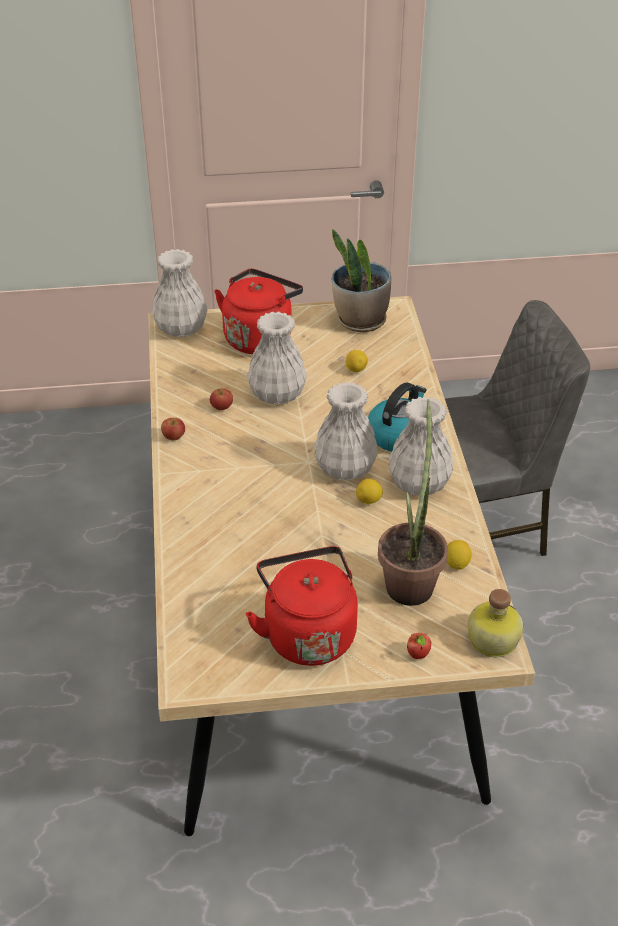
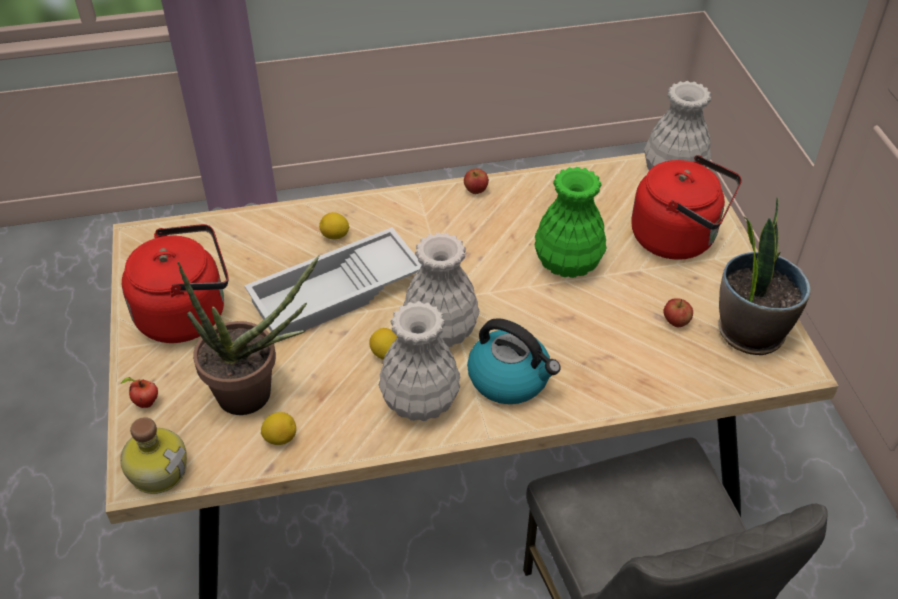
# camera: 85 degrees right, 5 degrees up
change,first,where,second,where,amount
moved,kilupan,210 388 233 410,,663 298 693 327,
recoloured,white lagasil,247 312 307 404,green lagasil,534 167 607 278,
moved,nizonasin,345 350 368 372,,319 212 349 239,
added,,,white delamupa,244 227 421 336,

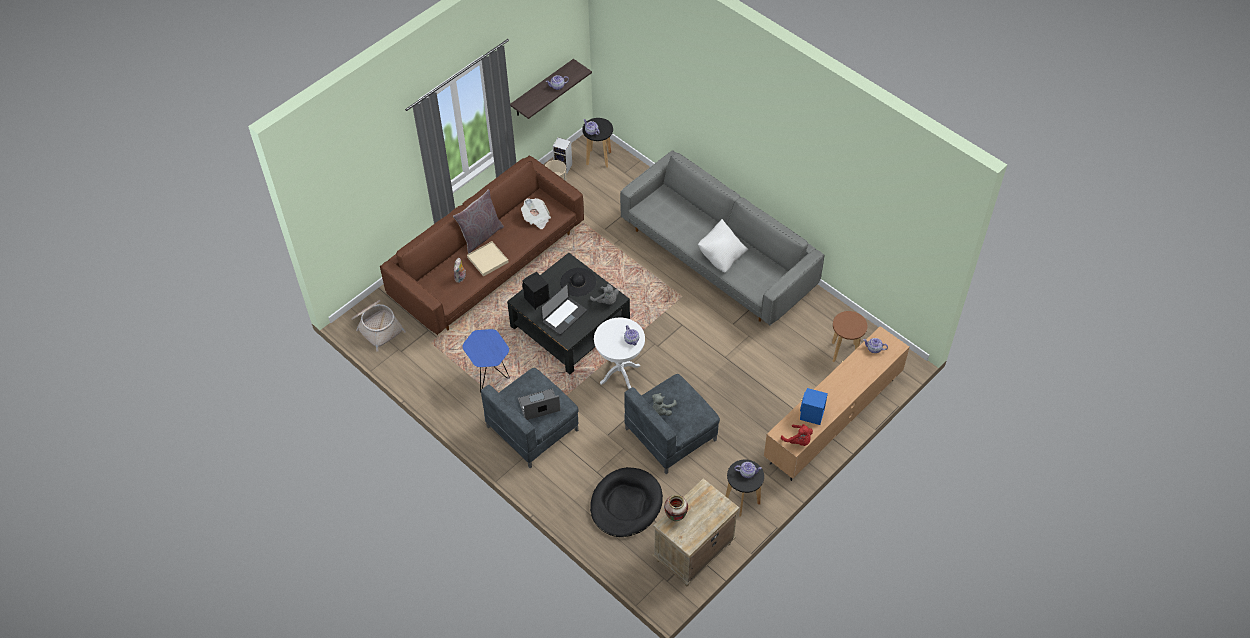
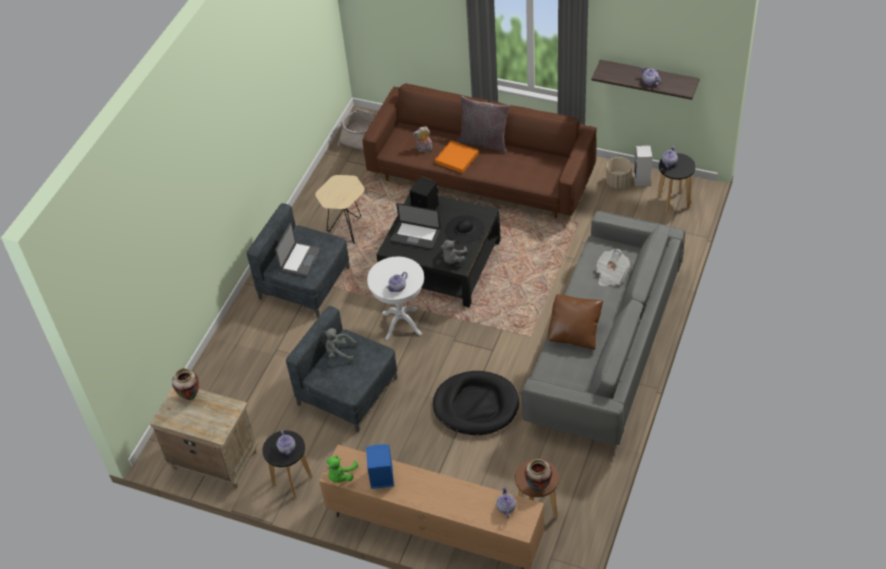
# camera: 70 degrees right, 5 degrees down
change,first,where,second,where,amount
recoloured,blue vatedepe,463 329 510 392,beige vatedepe,315 175 365 243,
recoloured,beige delamupa,467 241 509 277,orange delamupa,435 140 479 173,
turned,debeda,518 389 560 420,,275 223 321 277,60 degrees clockwise
moved,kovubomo,521 198 551 229,,596 249 630 286,
moved,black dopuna,590 467 663 537,,433 371 519 435,
recoloured,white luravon,698 219 748 272,brown luravon,548 294 604 350,
recoloured,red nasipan,781 424 813 446,green nasipan,326 455 358 483,
added,,,lagasil,524 459 552 491,

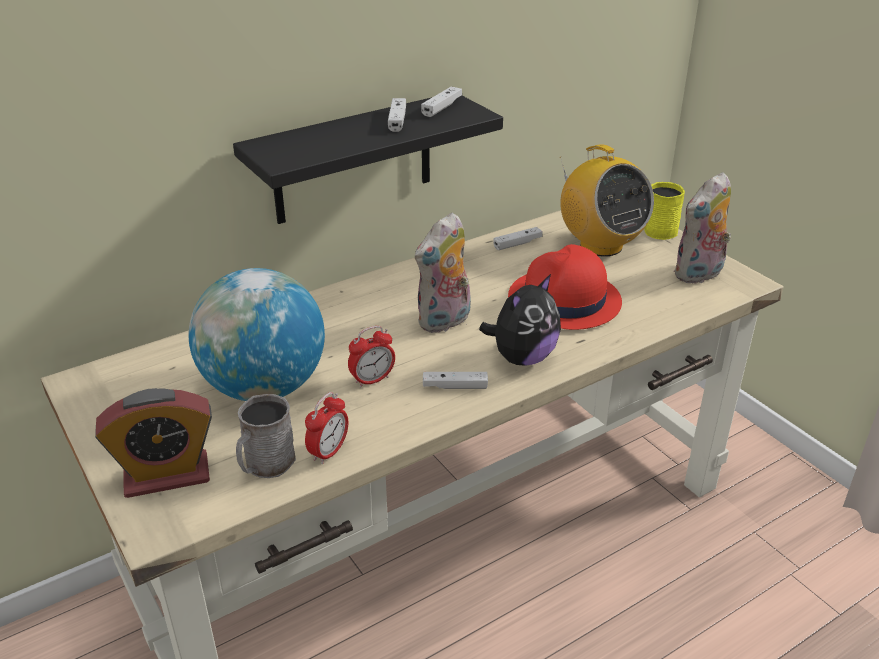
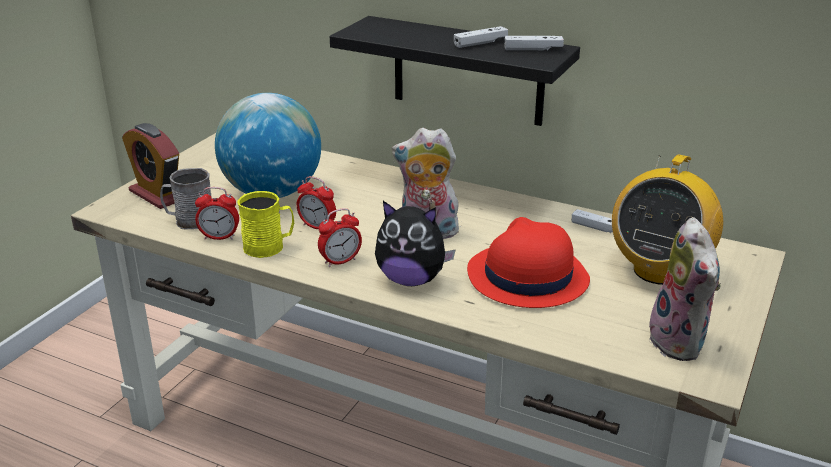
# camera: 60 degrees right, 5 degrees down
change,first,where,second,where,amount
replaced,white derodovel,423 372 488 389,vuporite,318 208 362 267,
moved,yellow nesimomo,644 182 685 240,,237 191 294 258,
turned,nasipan,673 172 731 284,,649 217 721 361,120 degrees counterclockwise

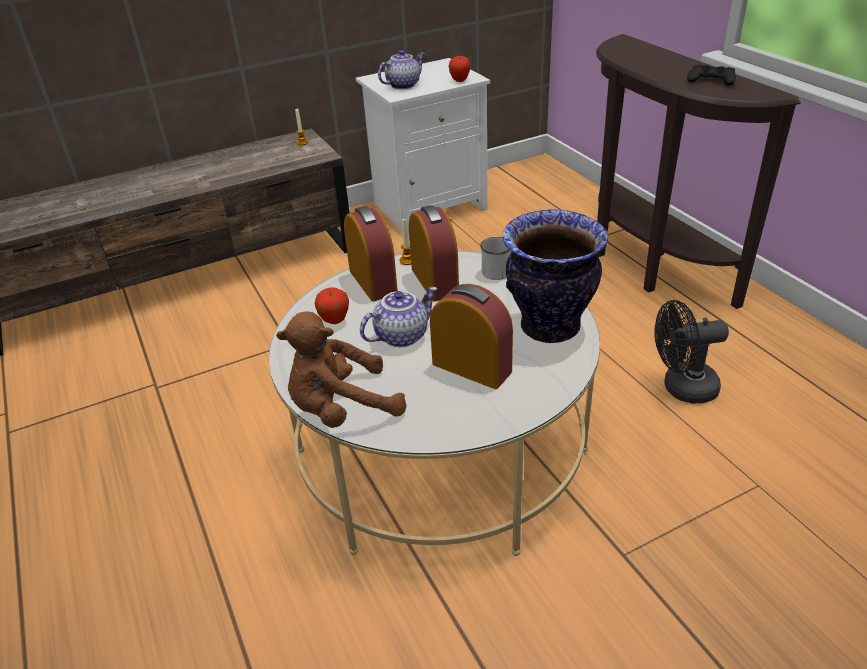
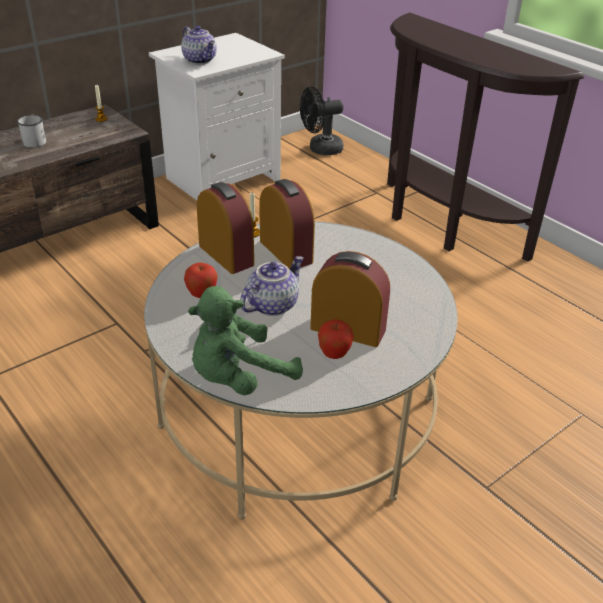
# camera: 15 degrees left, 0 degrees up
change,first,where,second,where,amount
recoloured,brown nasipan,276 311 406 428,green nasipan,188 286 303 395,
turned,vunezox,378 50 425 89,,181 26 217 64,105 degrees clockwise
moved,kilupan,449 55 470 82,,318 320 354 359,
moved,white nesimomo,480 237 512 280,,17 115 46 148,
removed,lagasil,502 210 608 343,,,
moved,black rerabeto,654 300 729 403,,300 86 343 155,
removed,black derodovel,687 65 736 86,,,

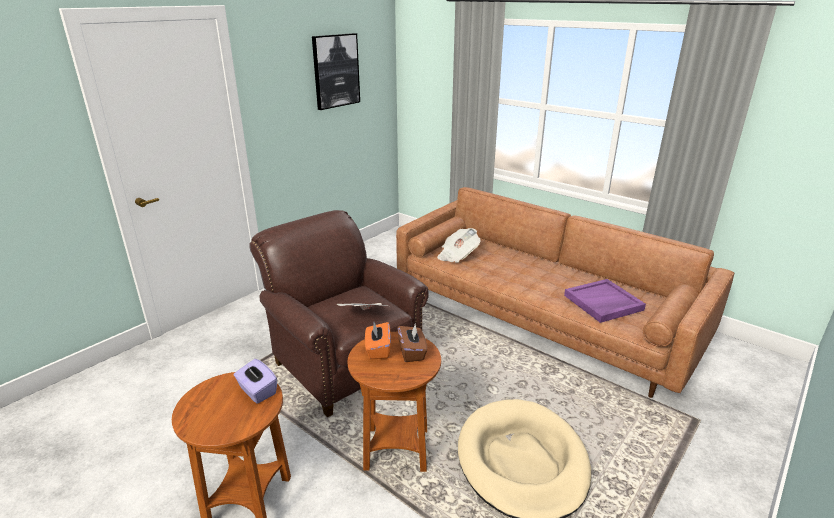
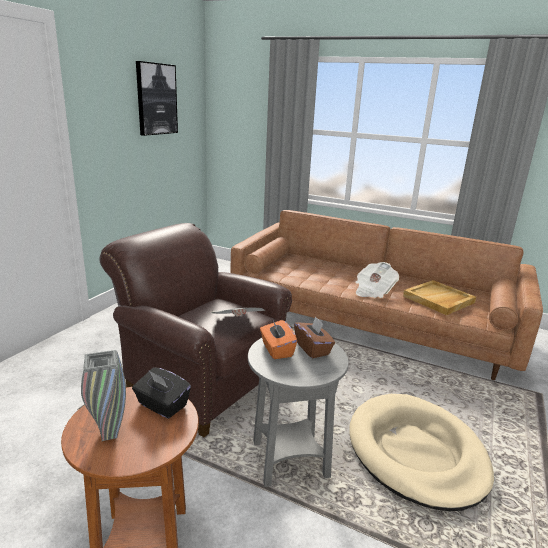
# camera: 15 degrees left, 5 degrees down
change,first,where,second,where,amount
recoloured,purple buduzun,234 359 277 404,black buduzun,132 367 191 419,
recoloured,brown vatedepe,347 332 441 472,grey vatedepe,248 331 349 487,
moved,kovubomo,437 228 480 263,,355 262 399 298,
recoloured,purple delamupa,564 279 646 323,beige delamupa,403 280 476 315,
added,,,grey lagasil,81 350 126 441,

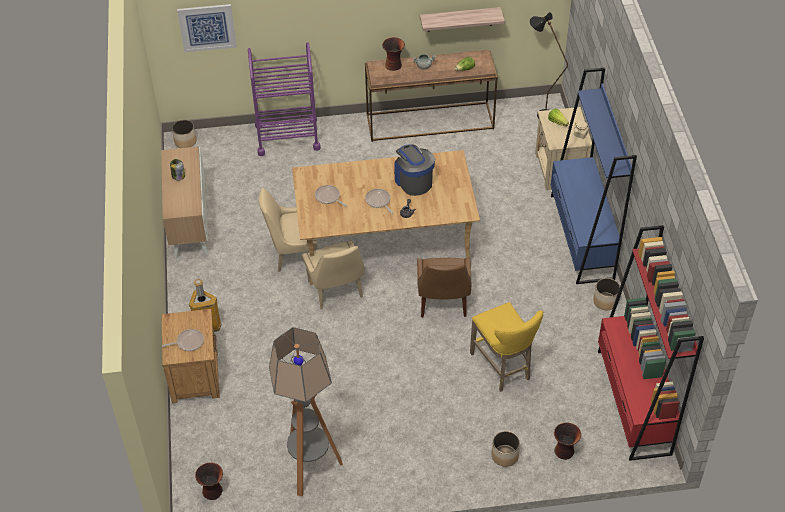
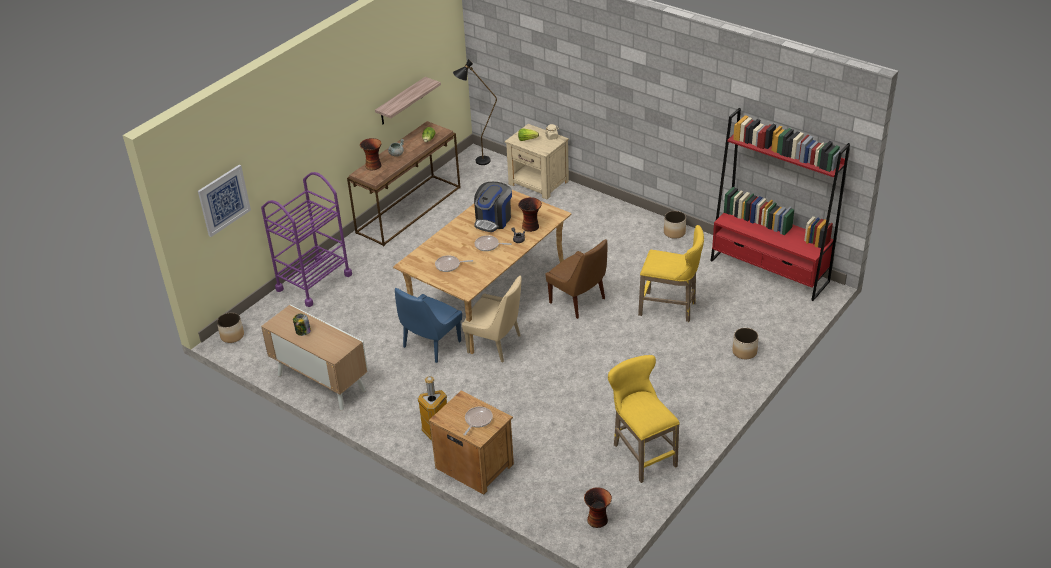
# camera: 45 degrees left, 10 degrees down
change,first,where,second,where,amount
recoloured,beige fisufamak,259 188 318 272,blue fisufamak,395 288 462 363,
replaced,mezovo,269 327 343 496,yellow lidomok,608 355 680 483,
turned,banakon,394 144 435 196,,474 182 512 232,75 degrees counterclockwise
removed,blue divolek,551 67 637 284,,,
moved,lagasil,554 422 581 460,,518 197 542 232,

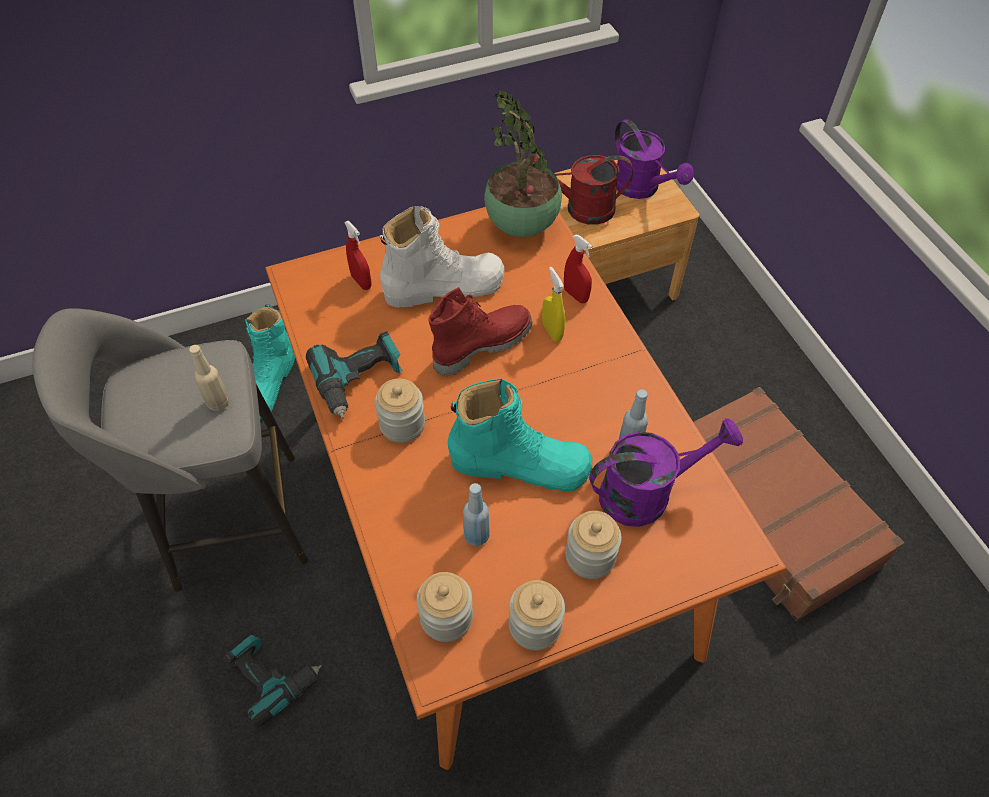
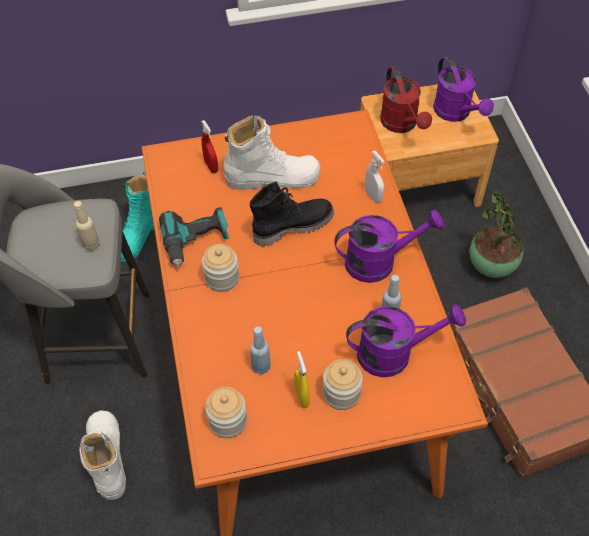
# camera: 10 degrees right, 0 degrees up
change,first,where,second,where,amount
replaced,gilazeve,225 635 322 727,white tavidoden,79 410 126 500,
recoloured,red tavidoden,428 287 532 376,black tavidoden,249 181 334 247,
removed,turquoise tavidoden,448 379 592 491,,,
moved,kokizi,484 91 562 237,,469 191 524 278,
removed,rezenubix,509 580 565 650,,,
turned,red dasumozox,533 155 633 225,,380 67 432 133,120 degrees counterclockwise
moved,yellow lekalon,542 267 565 342,,294 351 310 408,
recoloured,red lekalon,564 235 593 303,white lekalon,365 151 385 203,
added,,,purple dasumozox,334 210 444 283,

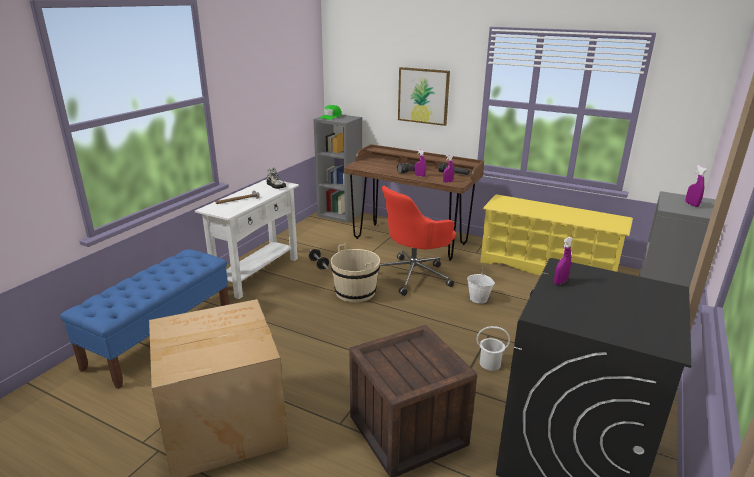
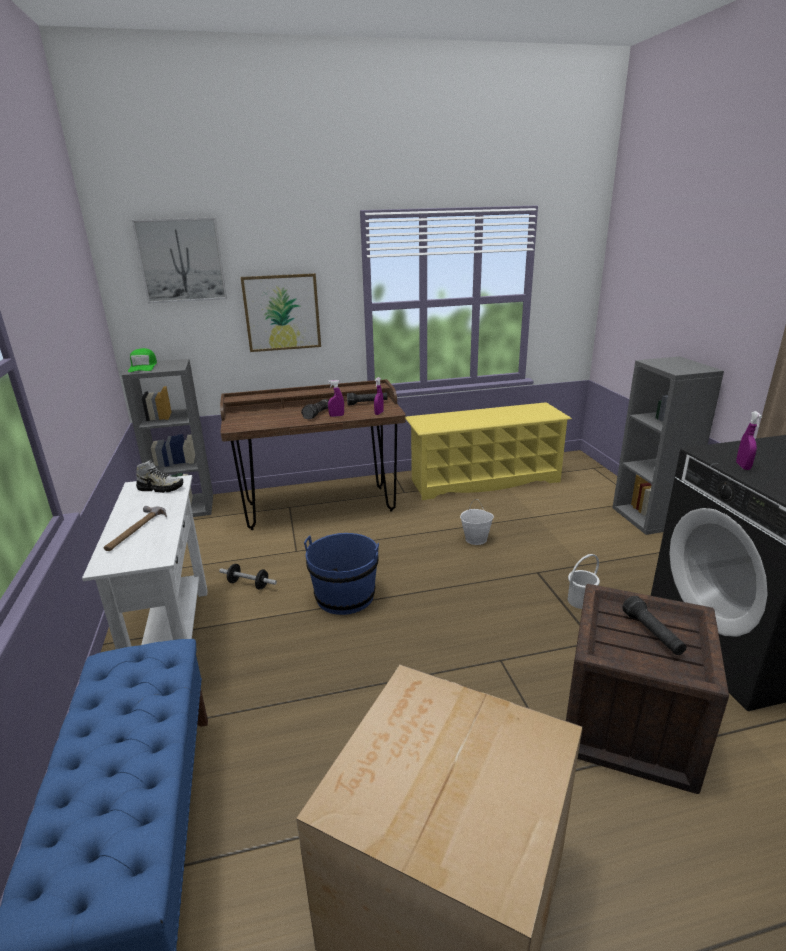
# camera: 40 degrees left, 0 degrees up
change,first,where,second,where,amount
recoloured,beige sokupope,331 244 380 302,blue sokupope,304 533 379 615,
removed,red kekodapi,378 186 456 296,,,
removed,purple lekalon,686 165 707 207,,,
added,,,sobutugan,132 218 227 303,
added,,,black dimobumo,622 596 686 655,

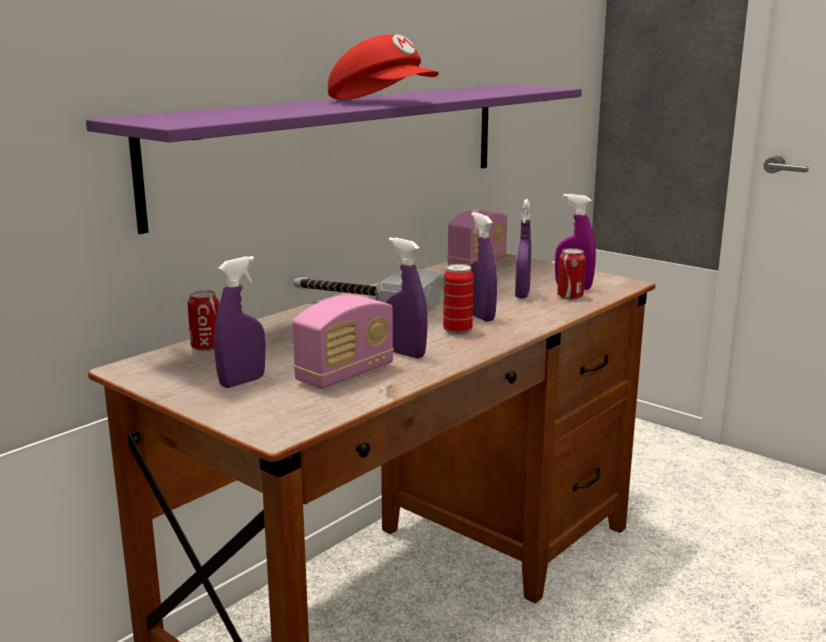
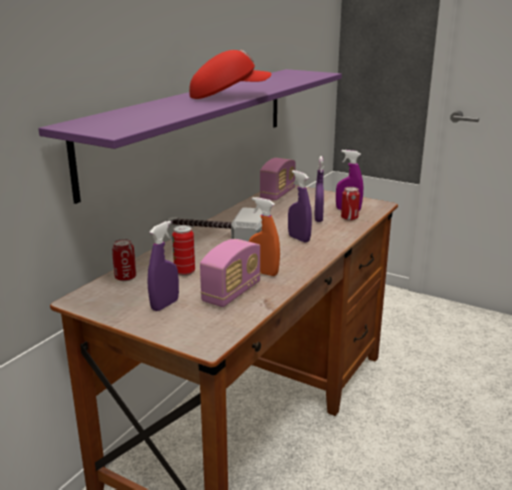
# camera: 10 degrees left, 5 degrees up
change,first,where,second,where,amount
turned,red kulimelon,328 35 439 100,,189 50 272 99,45 degrees counterclockwise
recoloured,purple lekalon,385 237 428 358,orange lekalon,249 197 280 276,
moved,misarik,443 264 474 335,,172 225 195 276,

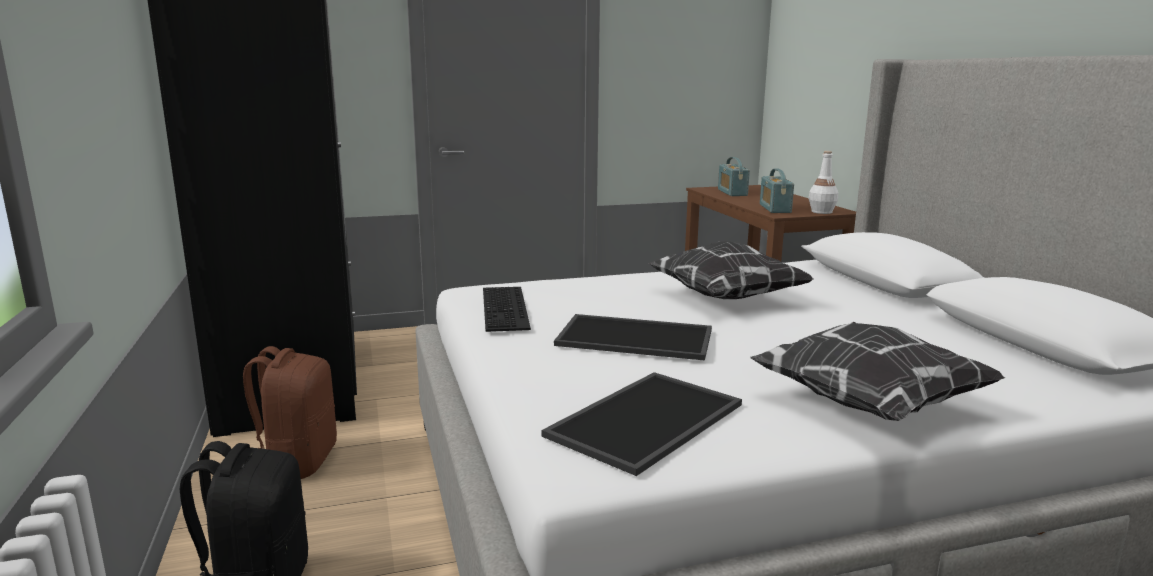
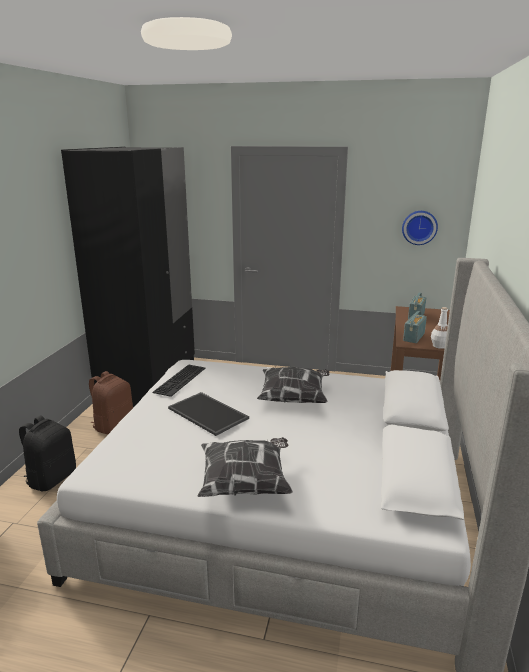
# camera: 30 degrees right, 5 degrees up
change,first,where,second,where,amount
removed,delamupa,541 372 742 476,,,
added,,,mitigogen,402 211 438 245,

